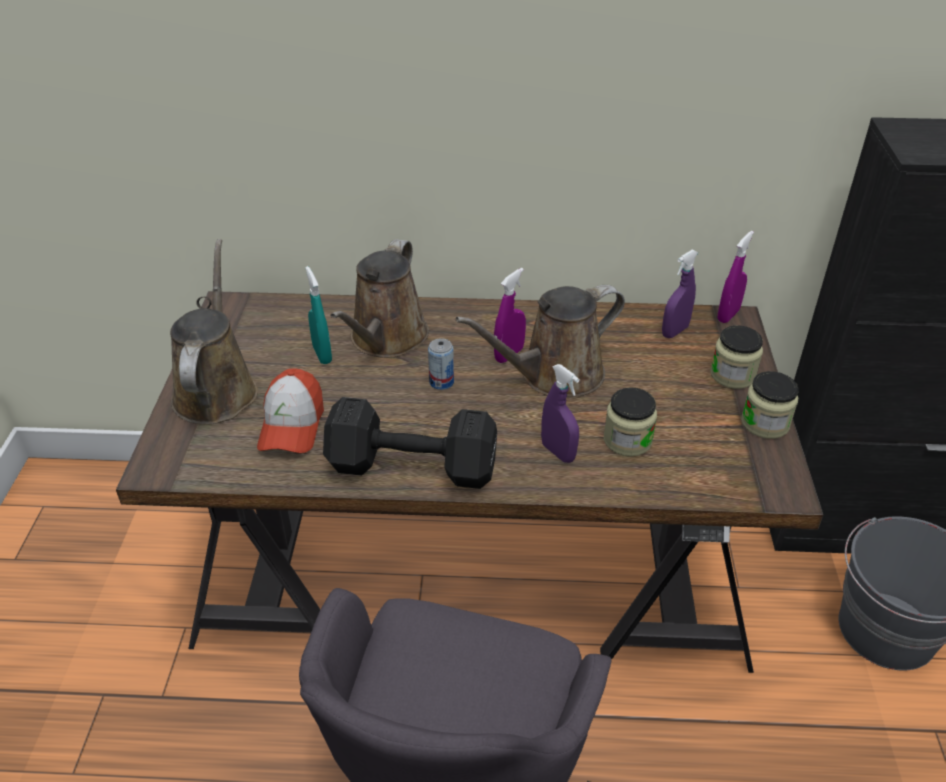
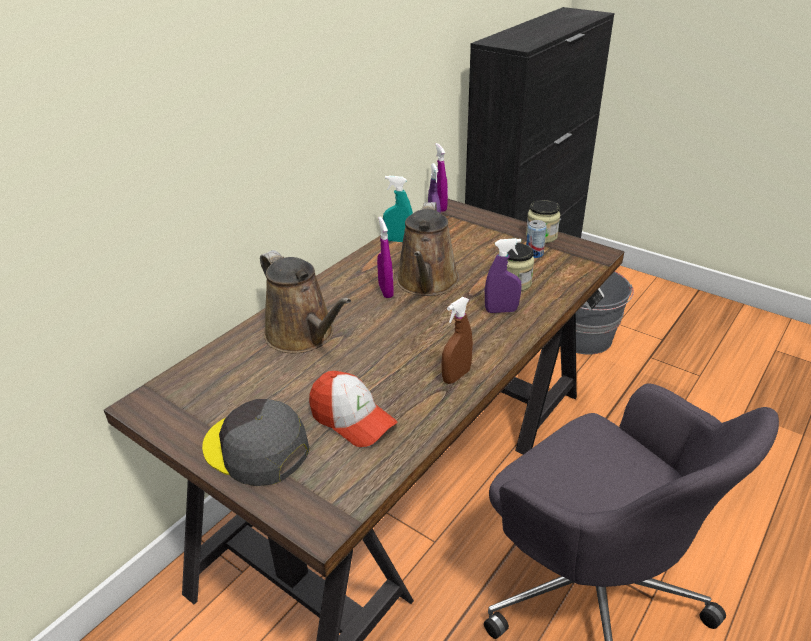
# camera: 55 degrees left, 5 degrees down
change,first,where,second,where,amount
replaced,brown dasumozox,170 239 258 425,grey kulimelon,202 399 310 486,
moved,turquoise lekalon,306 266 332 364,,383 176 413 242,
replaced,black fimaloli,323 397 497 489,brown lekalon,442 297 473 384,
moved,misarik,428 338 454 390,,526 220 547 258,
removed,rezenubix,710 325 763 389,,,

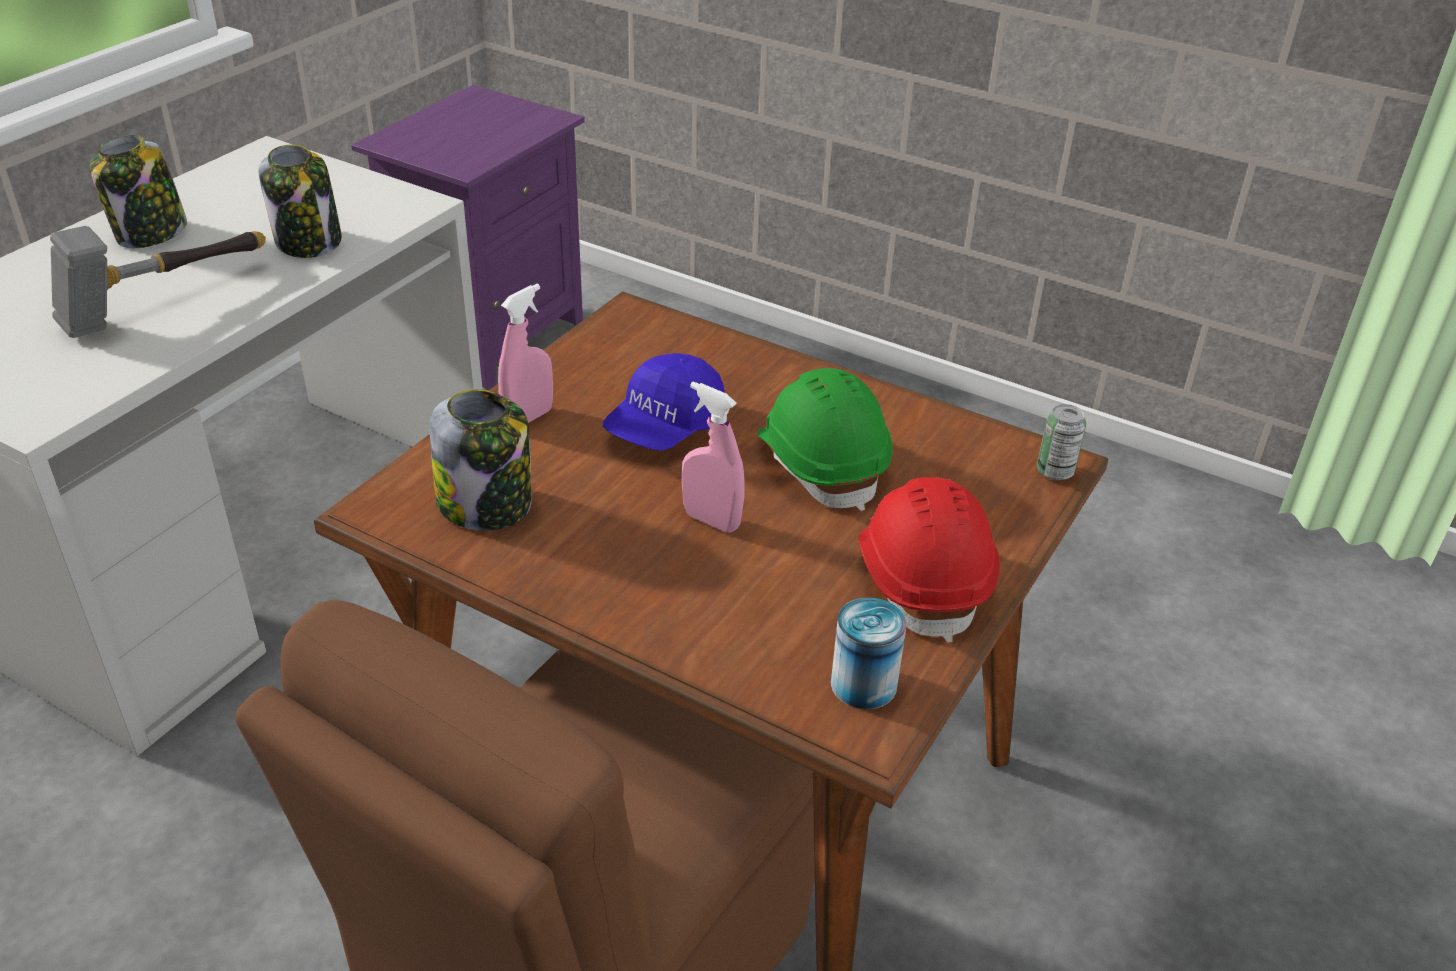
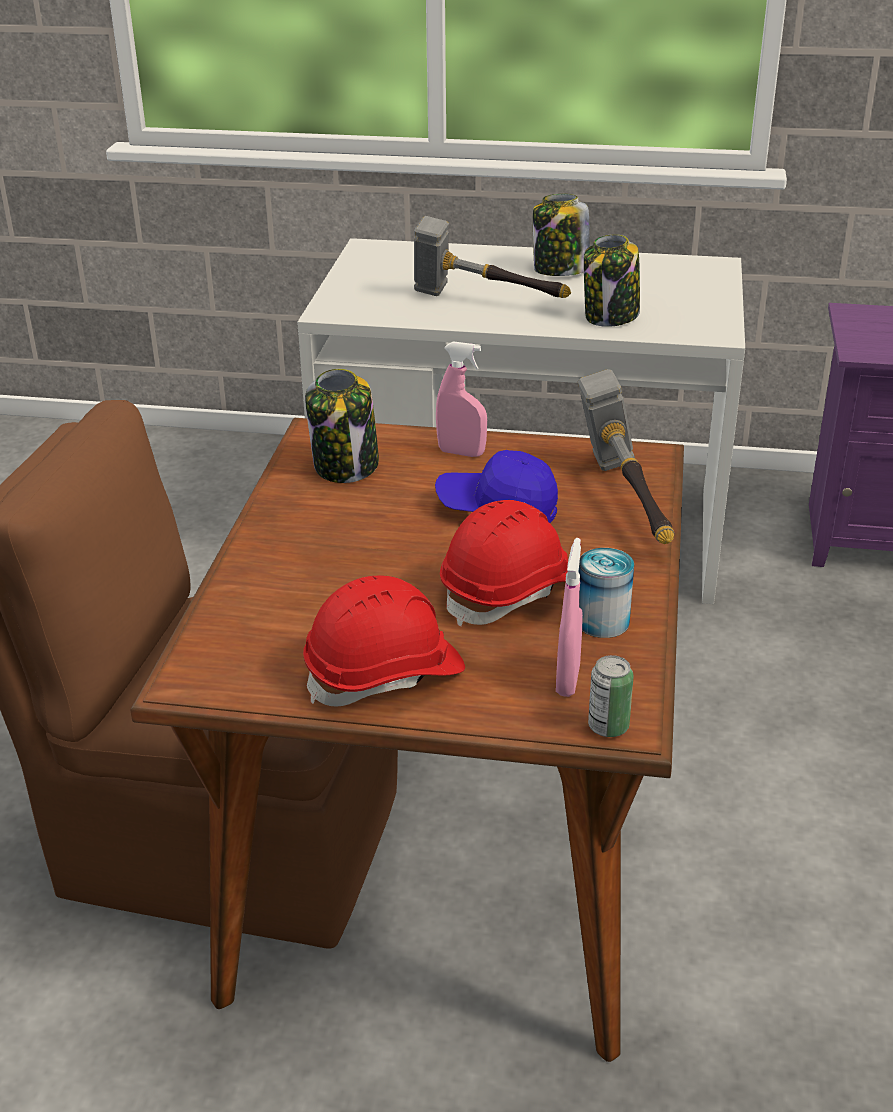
# camera: 70 degrees right, 5 degrees down
change,first,where,second,where,amount
moved,pink lekalon,682 381 745 532,,556 538 583 697,
recoloured,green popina,758 368 893 511,red popina,440 500 568 626,
moved,misarik,831 597 907 710,,578 548 634 638,
added,,,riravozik,578 369 674 544,

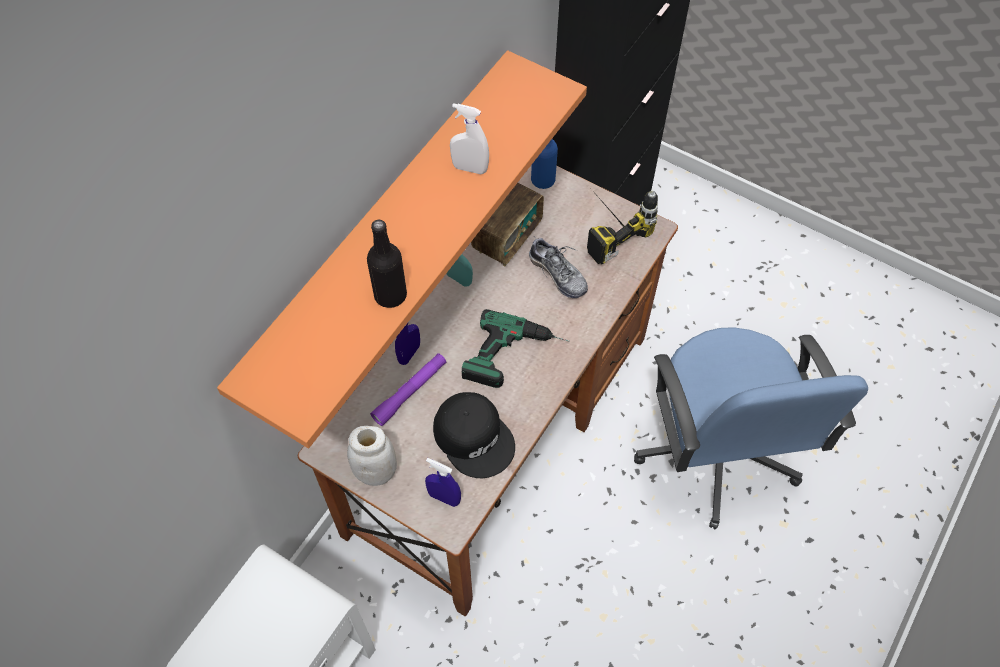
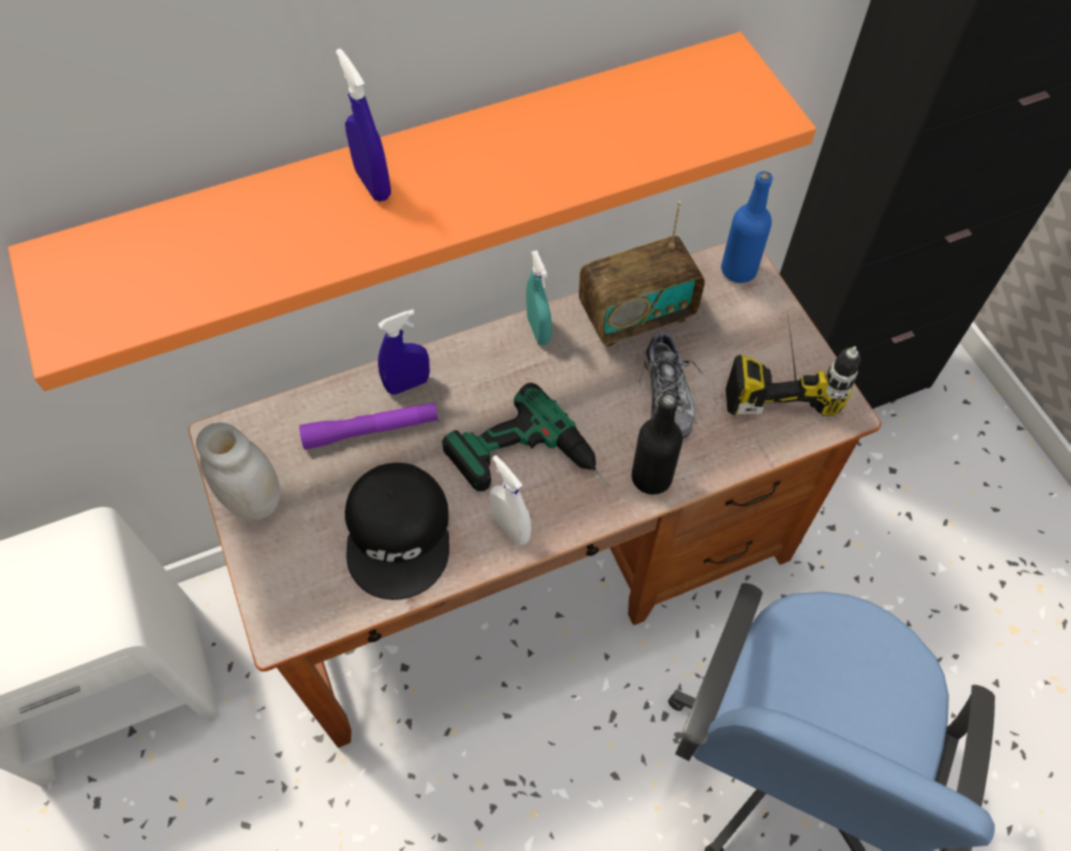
# camera: 35 degrees right, 0 degrees up
change,first,where,second,where,amount
moved,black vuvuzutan,367 220 407 308,,632 393 683 495,
moved,blue lekalon,425 458 461 507,,336 48 391 202,
moved,white lekalon,450 103 489 174,,490 455 531 545,

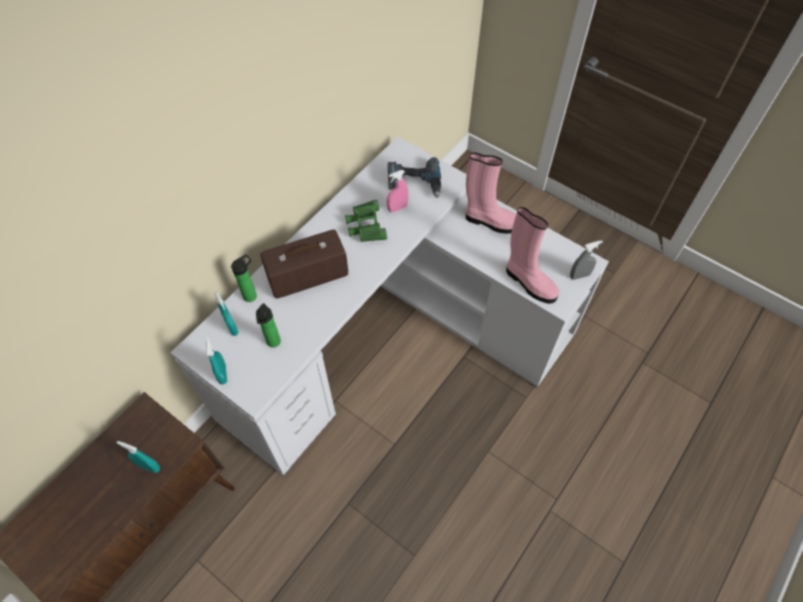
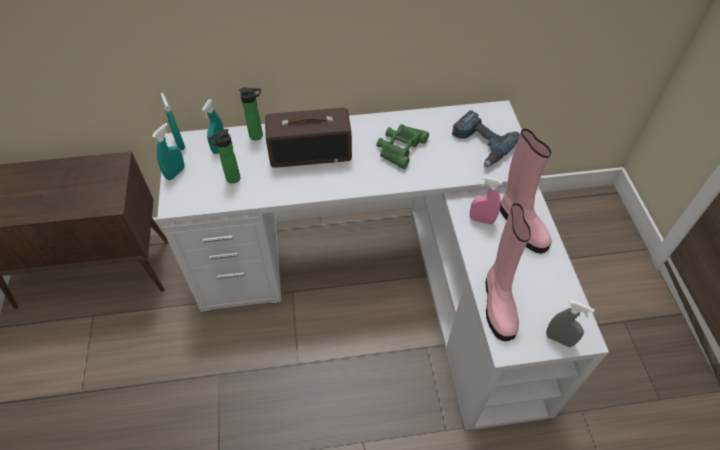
# camera: 45 degrees right, 5 degrees down
change,first,where,second,where,amount
moved,turquoise lekalon,117 441 160 473,,161 93 185 150,
turned,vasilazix,260 229 348 299,,265 108 352 168,150 degrees clockwise
moved,pink lekalon,387 170 408 212,,470 177 502 225,

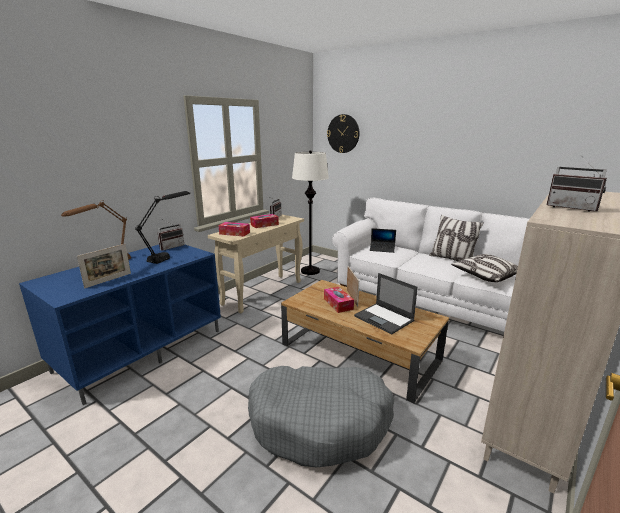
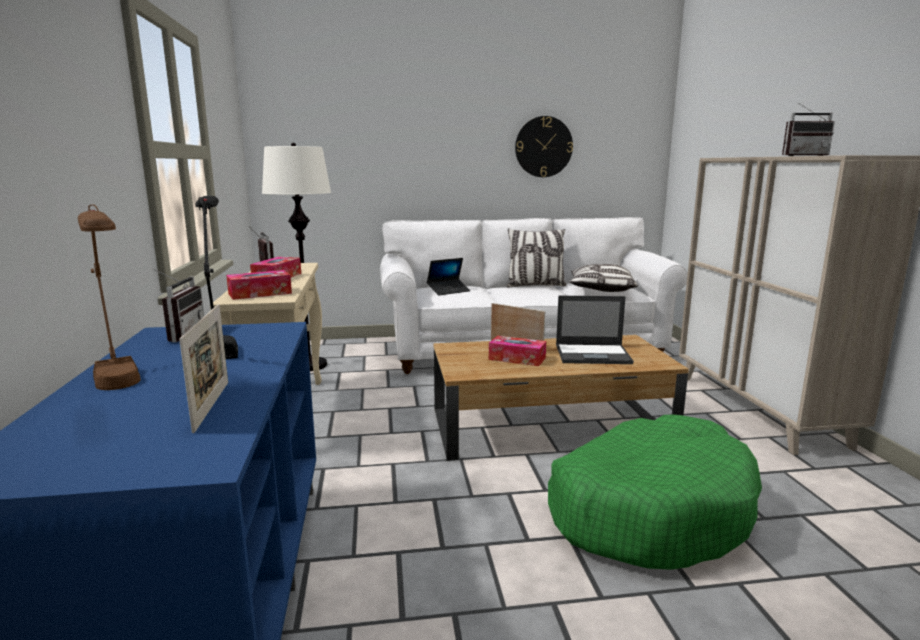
# camera: 45 degrees left, 5 degrees down
change,first,where,second,where,amount
recoloured,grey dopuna,248 366 394 467,green dopuna,548 415 762 570,
moved,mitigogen,327 114 359 153,,515 116 573 177,

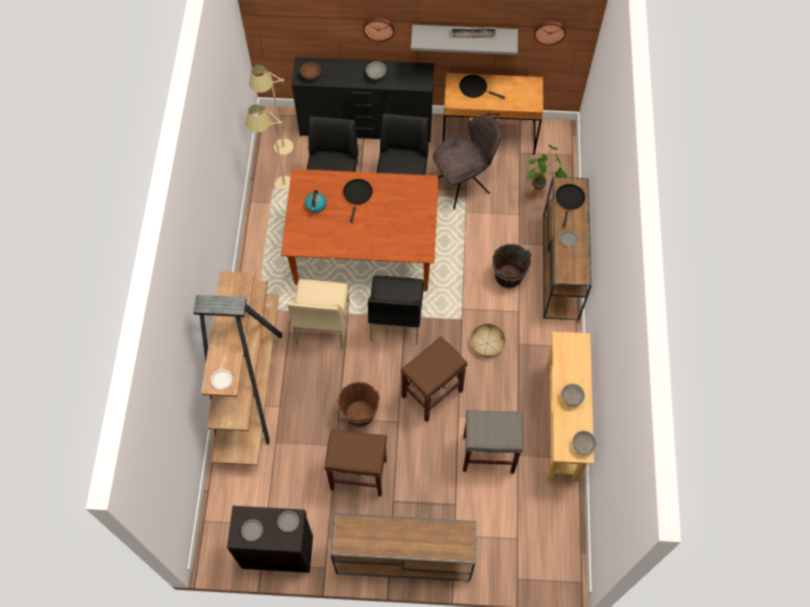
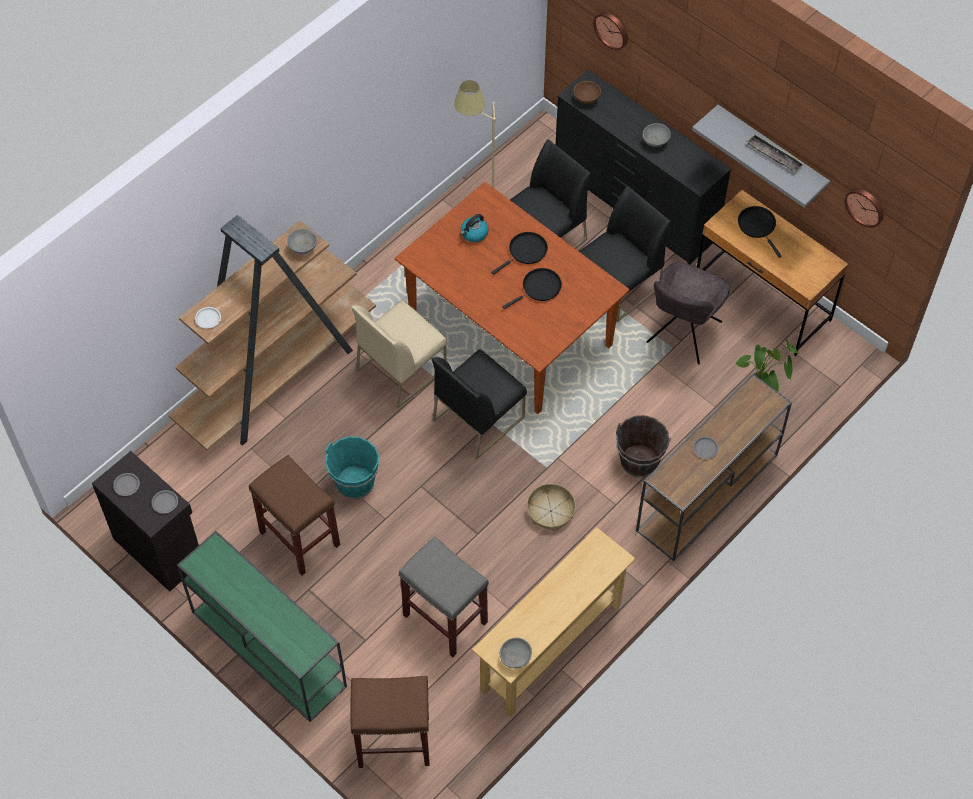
# camera: 40 degrees right, 5 degrees down
change,first,where,second,where,amount
removed,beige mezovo,249 65 293 155,,,
recoloured,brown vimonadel,331 513 476 582,green vimonadel,177 531 347 722,
recoloured,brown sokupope,337 382 380 427,turquoise sokupope,325 436 379 499,
moved,mitigogen,363 17 395 42,,593 12 628 50,
moved,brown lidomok,401 336 467 422,,351 676 430 768,
turned,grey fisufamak,433 115 501 210,,647 262 730 365,105 degrees clockwise
moved,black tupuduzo,556 184 585 228,,502 268 562 309,
moved,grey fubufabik,561 383 585 407,,287 228 317 255,

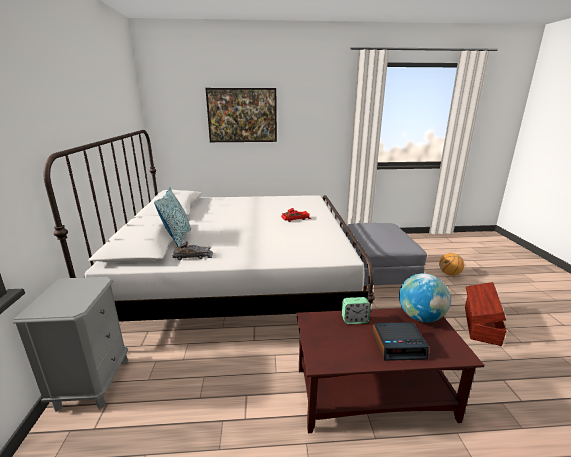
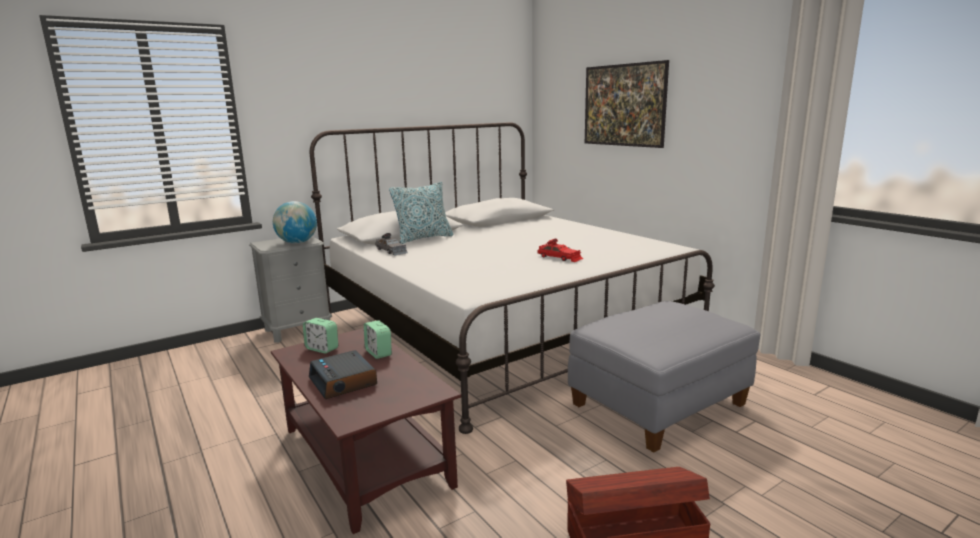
# camera: 60 degrees right, 5 degrees down
change,first,where,second,where,amount
moved,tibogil,399 273 451 322,,273 201 317 244,
removed,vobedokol,439 253 464 276,,,
added,,,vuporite,303 318 338 354,

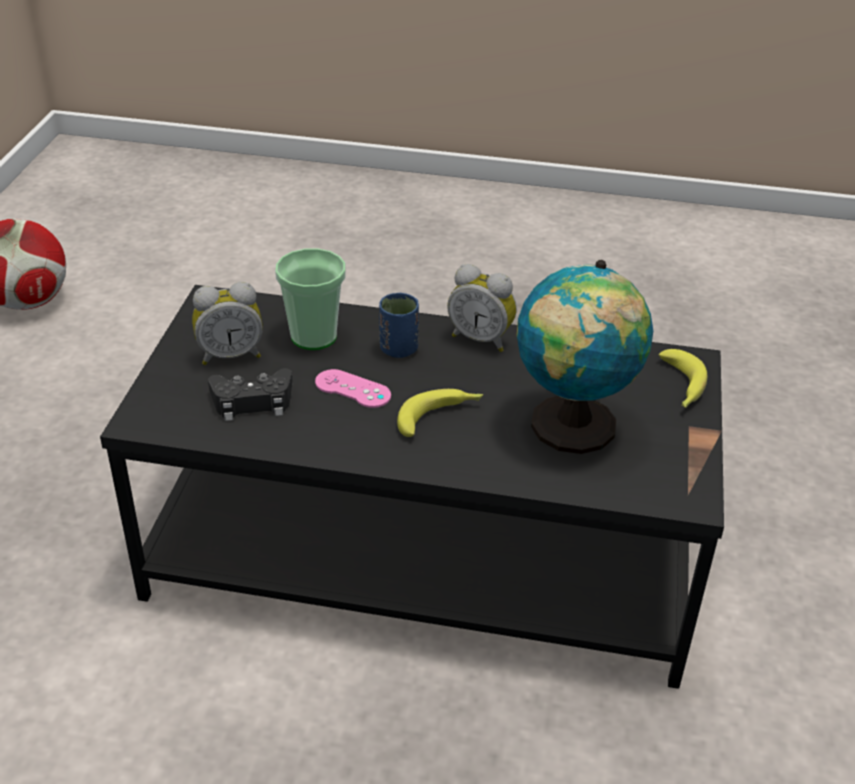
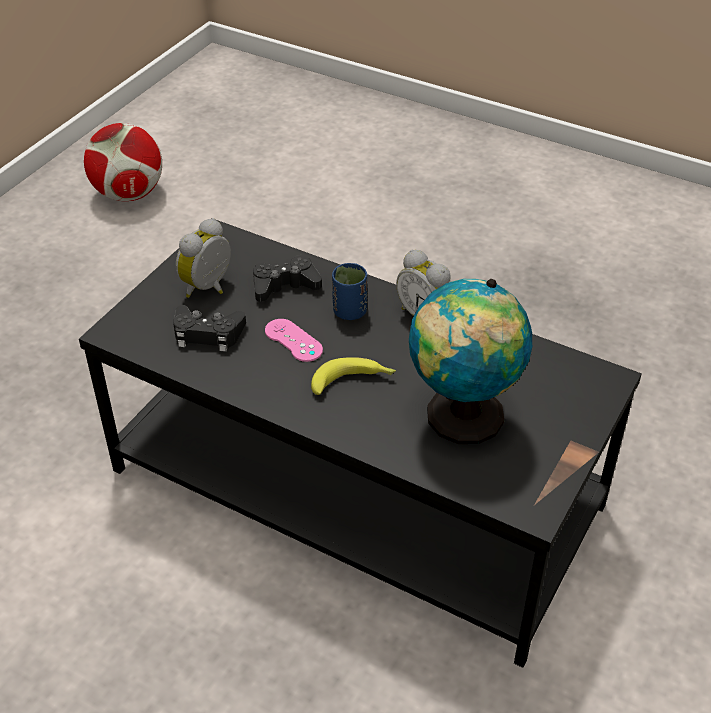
# camera: 20 degrees right, 5 degrees up
change,first,where,second,where,amount
turned,vuporite,192 282 263 365,,176 218 231 298,120 degrees clockwise
replaced,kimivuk,275 248 346 350,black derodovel,253 255 322 302,
removed,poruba,659 349 707 408,,,

